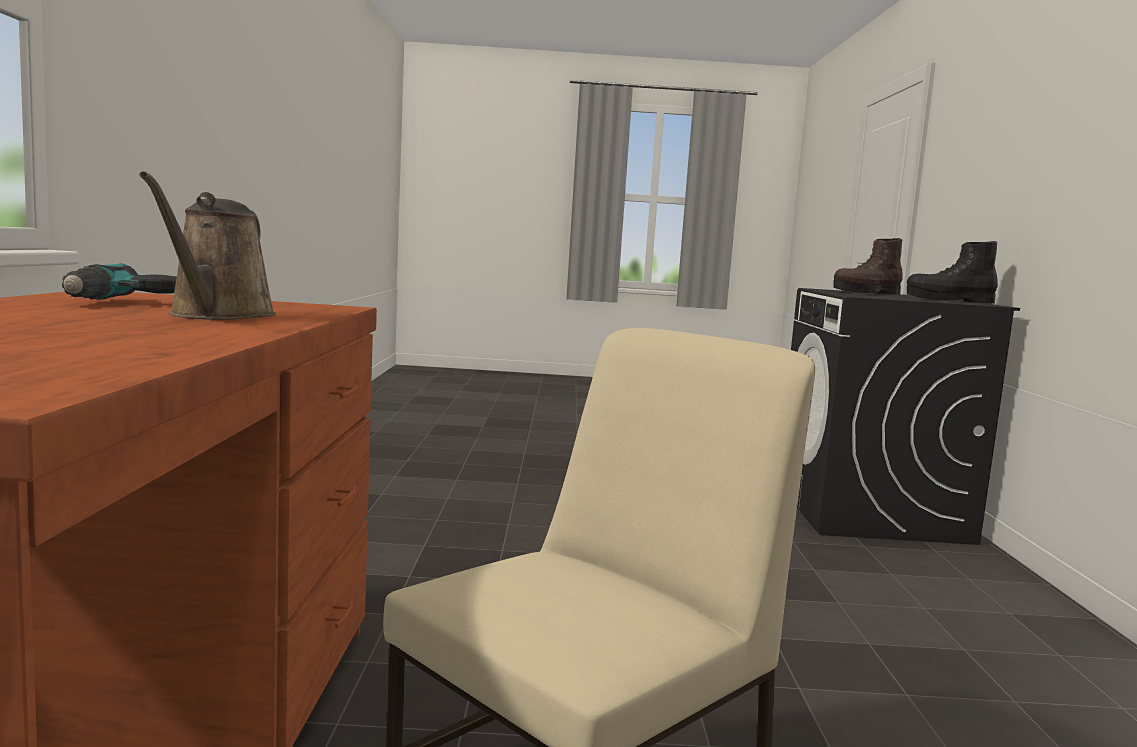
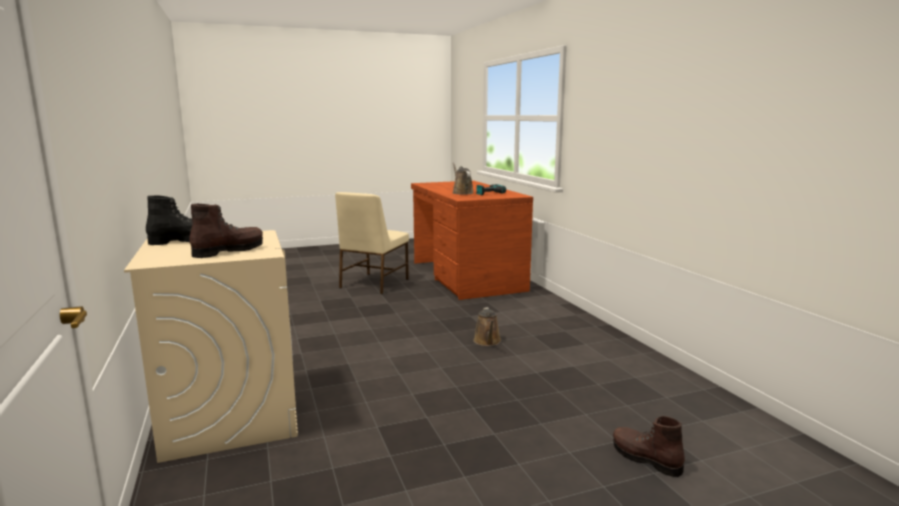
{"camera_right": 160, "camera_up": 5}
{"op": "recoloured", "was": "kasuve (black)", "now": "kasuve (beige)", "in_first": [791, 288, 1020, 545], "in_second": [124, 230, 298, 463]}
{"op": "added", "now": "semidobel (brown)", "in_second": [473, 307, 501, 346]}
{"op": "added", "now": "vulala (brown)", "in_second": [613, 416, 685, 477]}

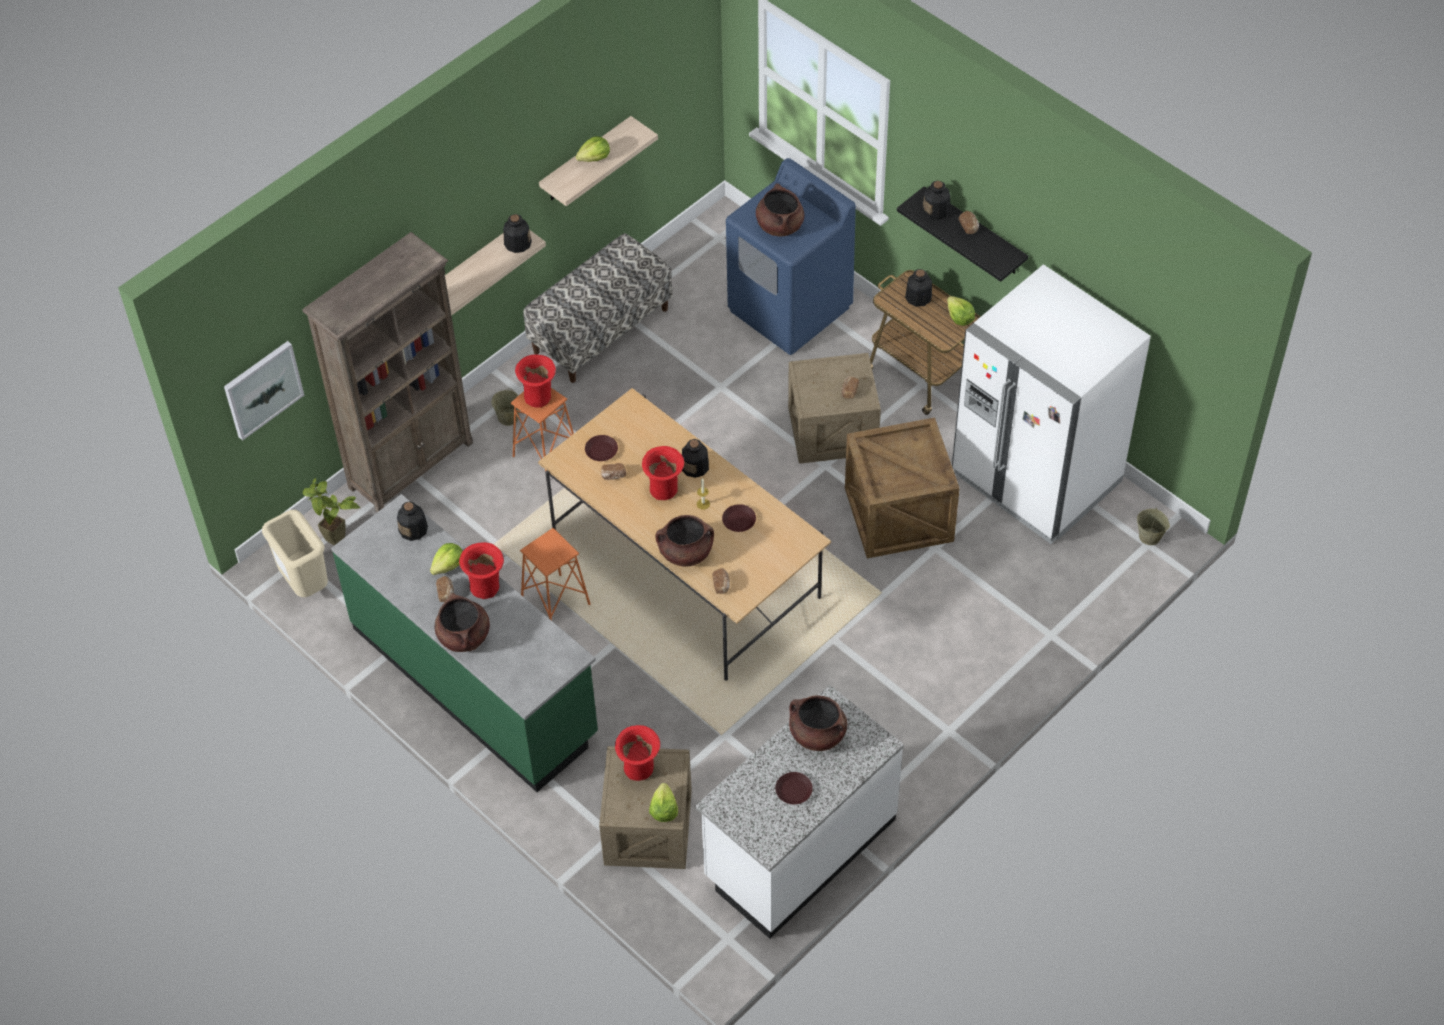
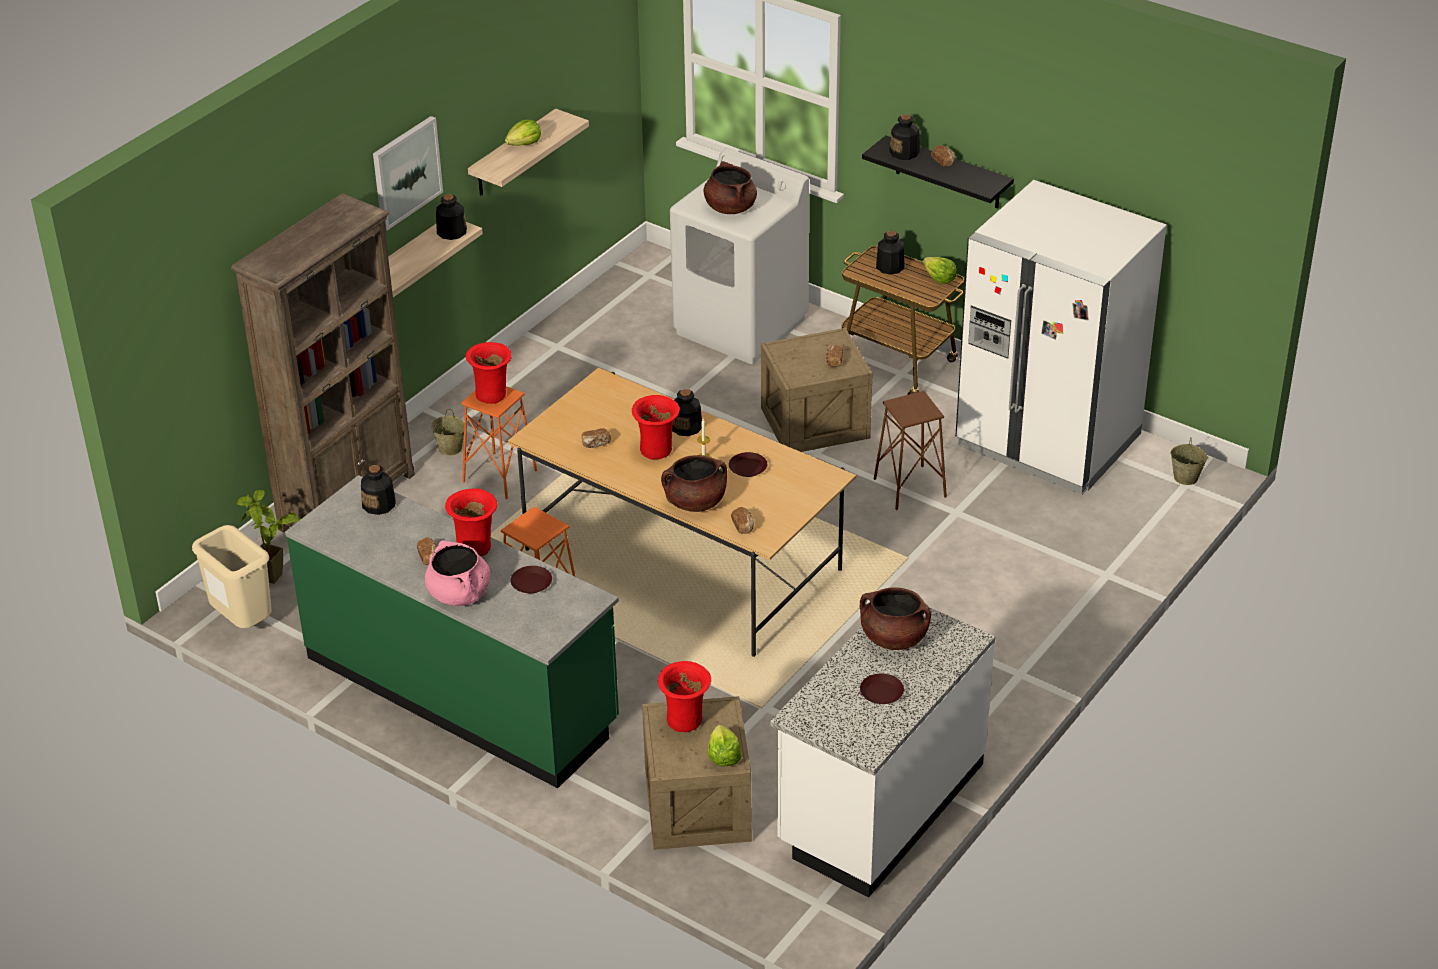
{"camera_right": -10, "camera_up": -15}
{"op": "moved", "was": "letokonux", "in_first": [224, 341, 304, 441], "in_second": [373, 116, 443, 231]}
{"op": "removed", "was": "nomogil", "in_first": [430, 543, 463, 575]}
{"op": "recoloured", "was": "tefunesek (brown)", "now": "tefunesek (pink)", "in_first": [435, 593, 490, 652], "in_second": [425, 541, 490, 606]}
{"op": "removed", "was": "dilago", "in_first": [523, 233, 673, 383]}
{"op": "moved", "was": "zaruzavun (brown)", "in_first": [585, 435, 618, 461], "in_second": [510, 566, 552, 593]}
{"op": "recoloured", "was": "kasuve (blue)", "now": "kasuve (white)", "in_first": [726, 158, 856, 355], "in_second": [670, 148, 809, 364]}
{"op": "replaced", "was": "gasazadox", "now": "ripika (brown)", "in_first": [845, 417, 960, 558], "in_second": [874, 391, 947, 510]}

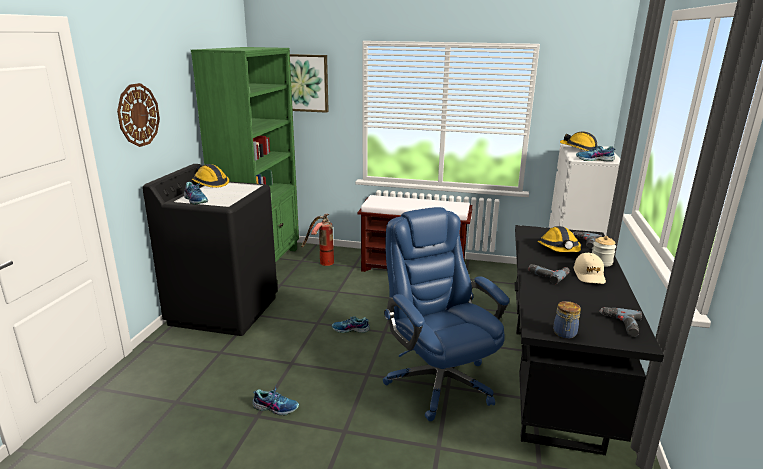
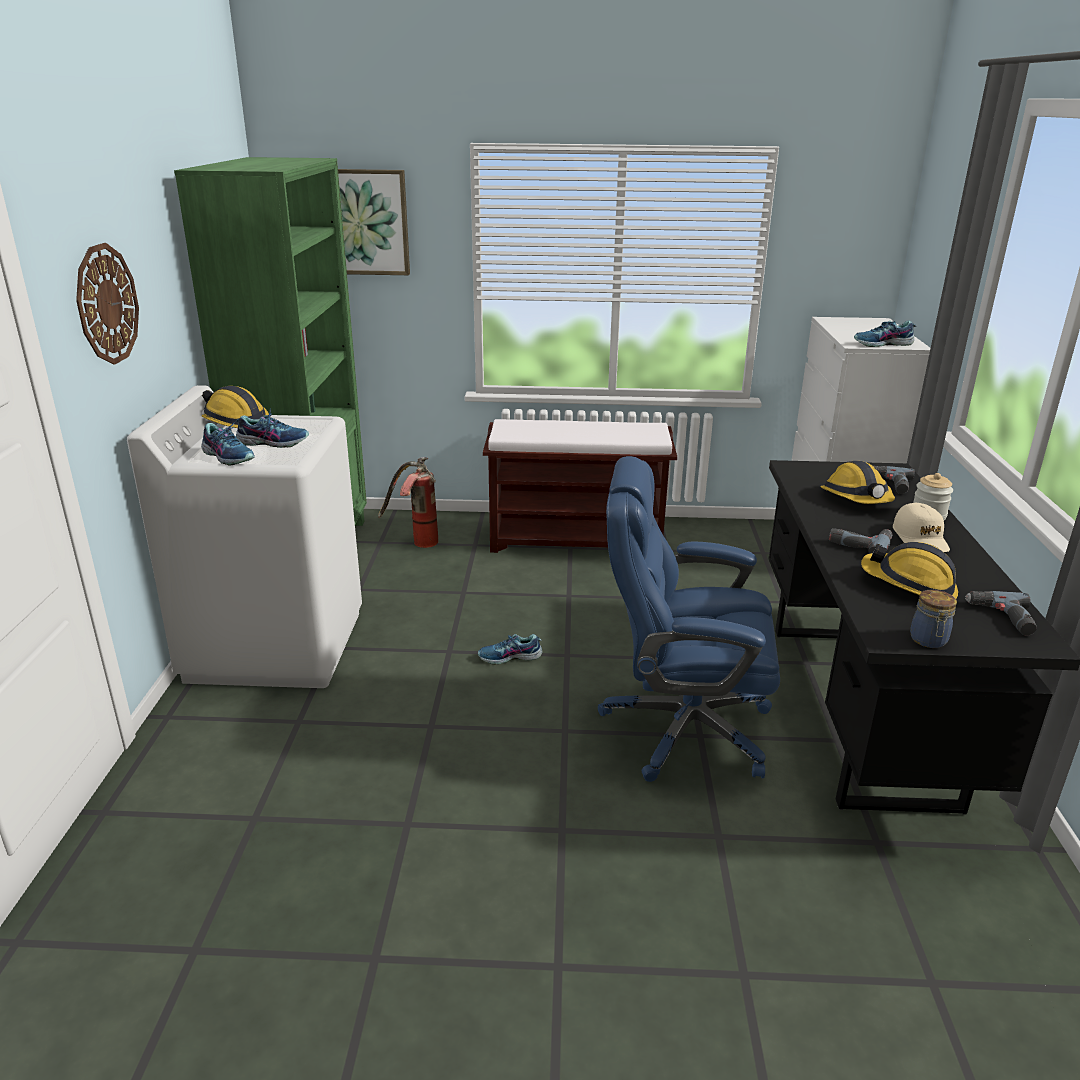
{"camera_right": -10, "camera_up": 5}
{"op": "recoloured", "was": "kasuve (black)", "now": "kasuve (white)", "in_first": [142, 164, 277, 336], "in_second": [127, 385, 362, 688]}
{"op": "moved", "was": "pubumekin", "in_first": [252, 386, 299, 415], "in_second": [236, 408, 309, 448]}
{"op": "turned", "was": "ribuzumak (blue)", "in_first": [383, 207, 510, 421], "in_second": [598, 456, 780, 782], "clockwise": -45}
{"op": "moved", "was": "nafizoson", "in_first": [560, 132, 598, 151], "in_second": [861, 542, 958, 598]}

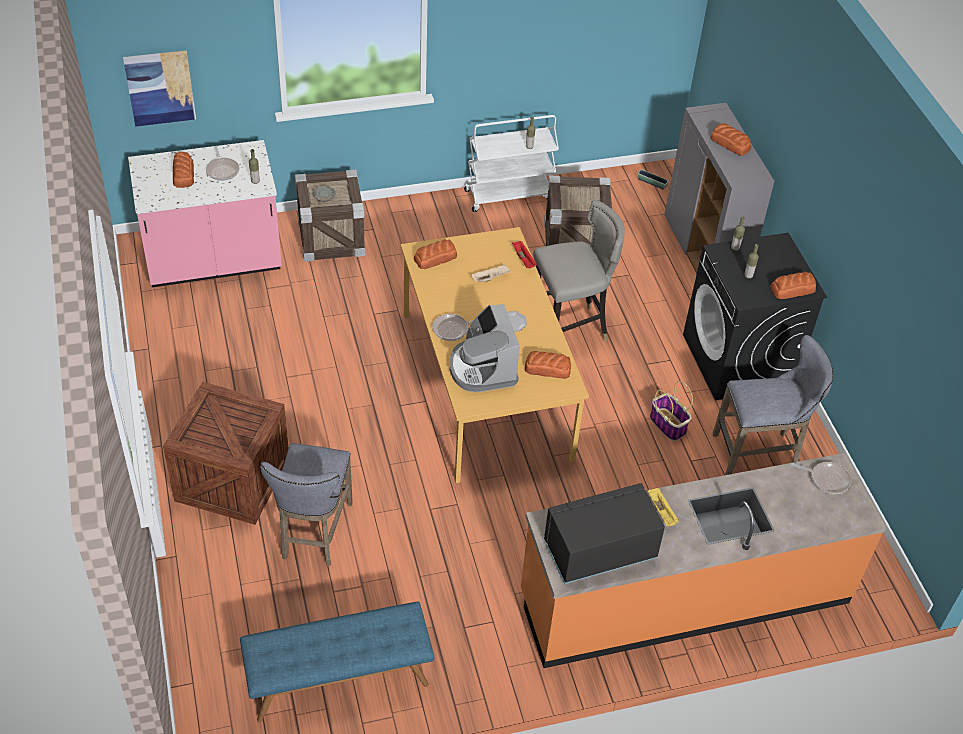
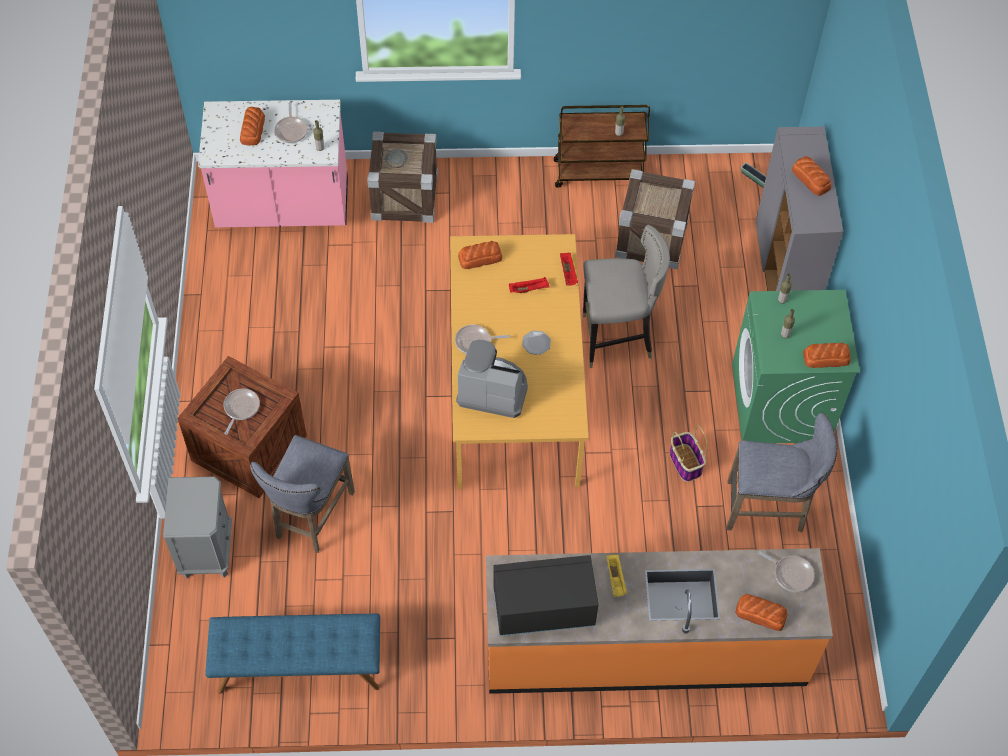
{"camera_right": 15, "camera_up": 10}
{"op": "removed", "was": "letokonux", "in_first": [123, 50, 196, 127]}
{"op": "turned", "was": "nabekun", "in_first": [450, 304, 520, 392], "in_second": [456, 339, 528, 418], "clockwise": 105}
{"op": "recoloured", "was": "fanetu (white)", "now": "fanetu (brown)", "in_first": [464, 115, 559, 212], "in_second": [554, 105, 650, 188]}
{"op": "recoloured", "was": "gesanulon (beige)", "now": "gesanulon (red)", "in_first": [472, 264, 511, 282], "in_second": [509, 277, 550, 293]}
{"op": "moved", "was": "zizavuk", "in_first": [525, 351, 571, 379], "in_second": [735, 594, 787, 631]}
{"op": "recoloured", "was": "kasuve (black)", "now": "kasuve (green)", "in_first": [683, 233, 827, 400], "in_second": [732, 290, 860, 443]}
{"op": "added", "now": "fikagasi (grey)", "in_second": [163, 476, 232, 578]}
{"op": "added", "now": "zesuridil", "in_second": [224, 388, 260, 435]}

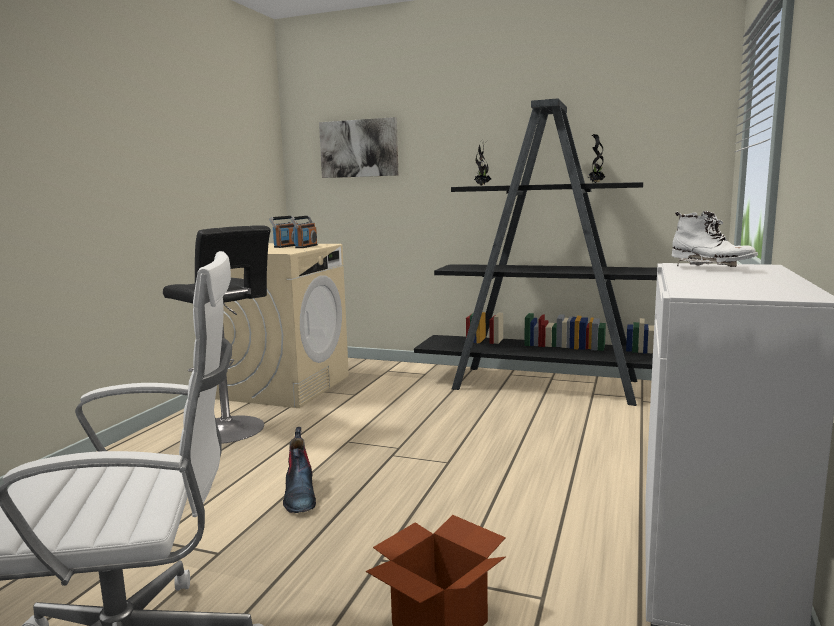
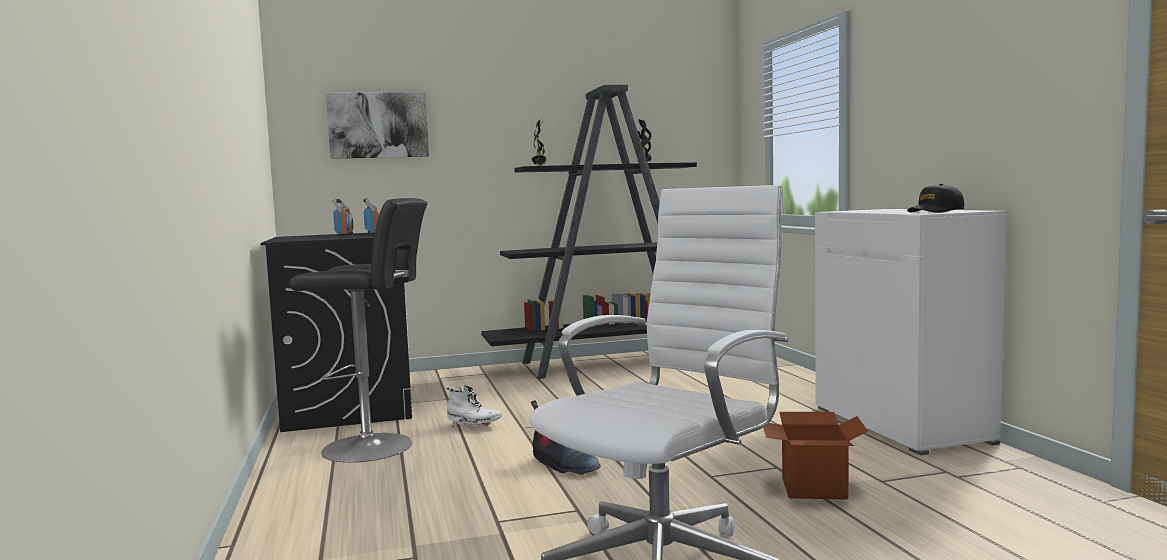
{"camera_right": -35, "camera_up": -5}
{"op": "recoloured", "was": "kasuve (beige)", "now": "kasuve (black)", "in_first": [215, 243, 349, 408], "in_second": [260, 233, 412, 432]}
{"op": "moved", "was": "vulala (white)", "in_first": [672, 211, 758, 267], "in_second": [446, 385, 503, 428]}
{"op": "added", "now": "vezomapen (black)", "in_second": [907, 184, 965, 213]}

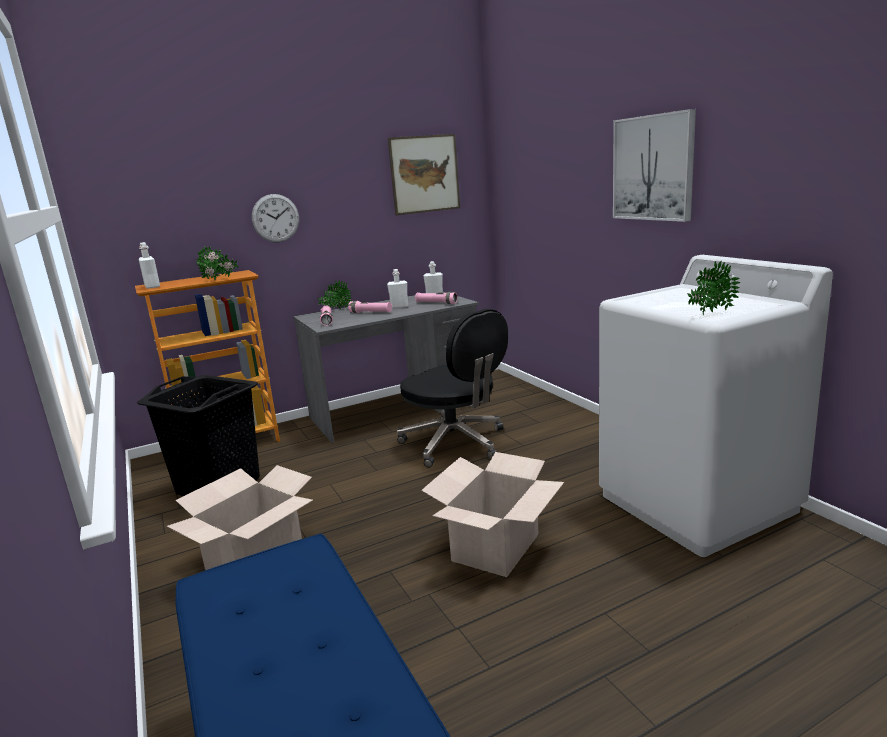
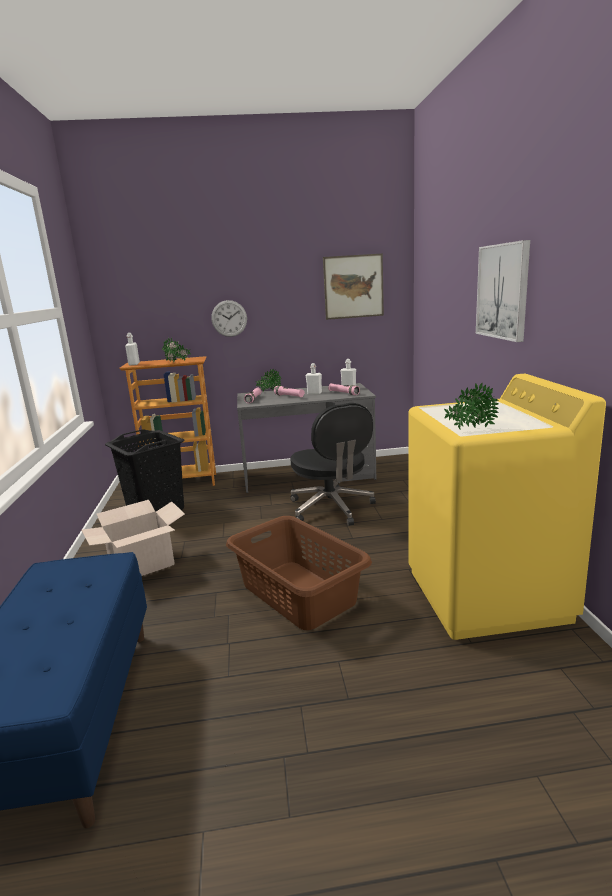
{"camera_right": 20, "camera_up": 0}
{"op": "replaced", "was": "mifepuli", "now": "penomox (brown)", "in_first": [421, 452, 564, 577], "in_second": [226, 516, 372, 630]}
{"op": "recoloured", "was": "kasuve (white)", "now": "kasuve (yellow)", "in_first": [599, 255, 833, 557], "in_second": [408, 374, 606, 640]}

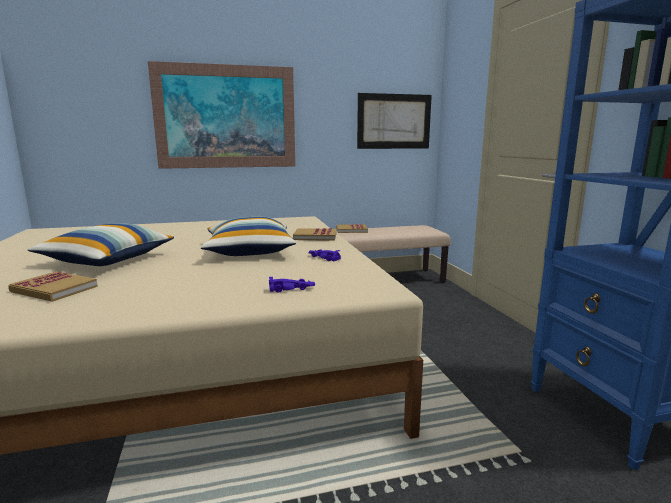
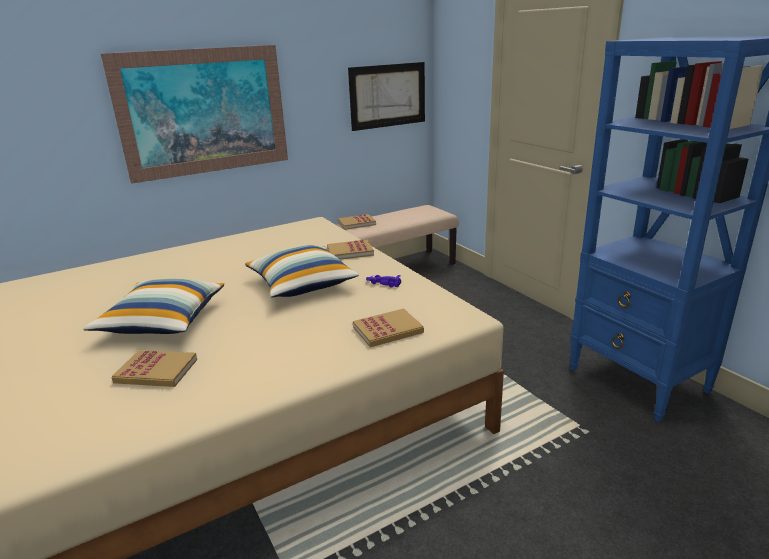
{"camera_right": -15, "camera_up": 10}
{"op": "replaced", "was": "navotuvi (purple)", "now": "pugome", "in_first": [269, 277, 315, 293], "in_second": [353, 308, 424, 347]}

